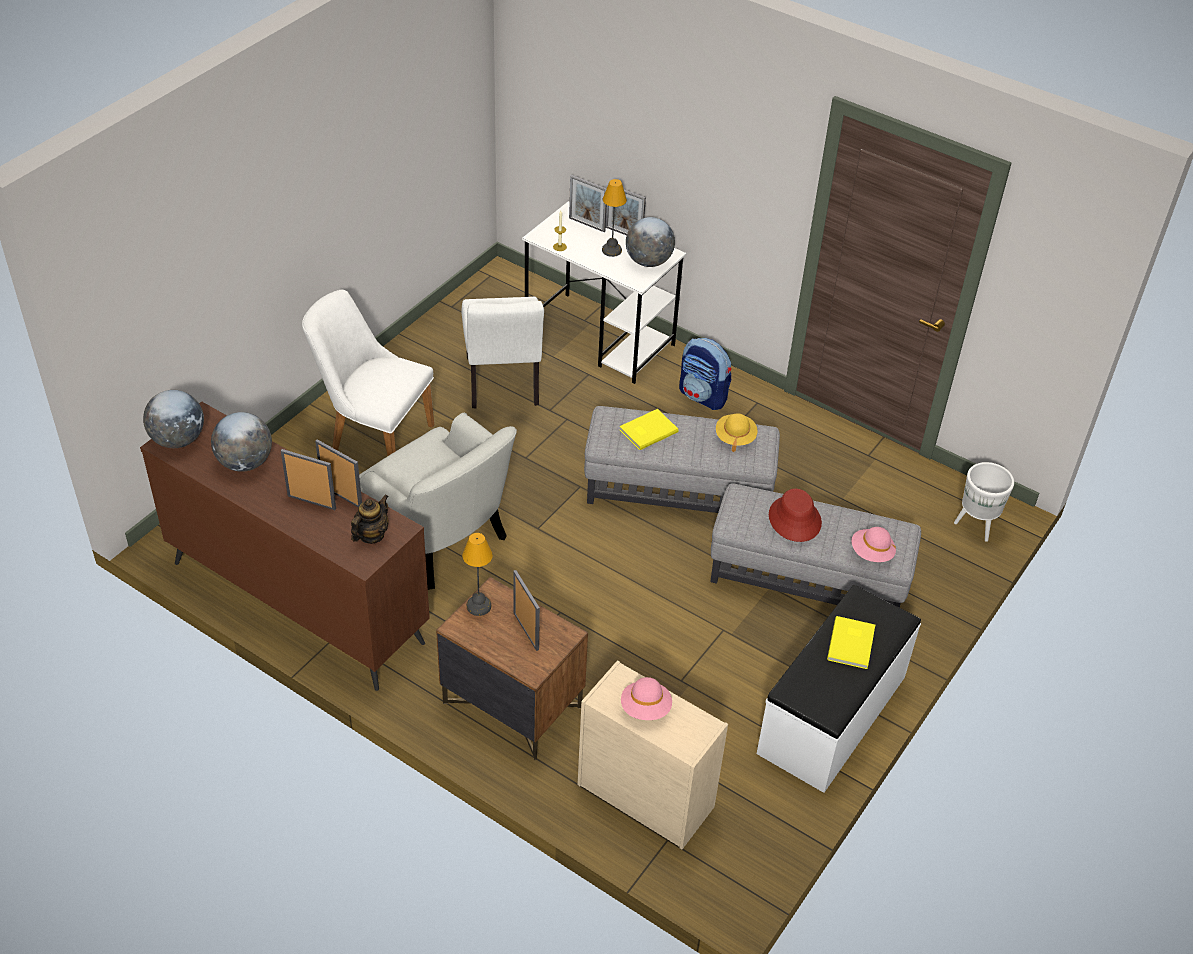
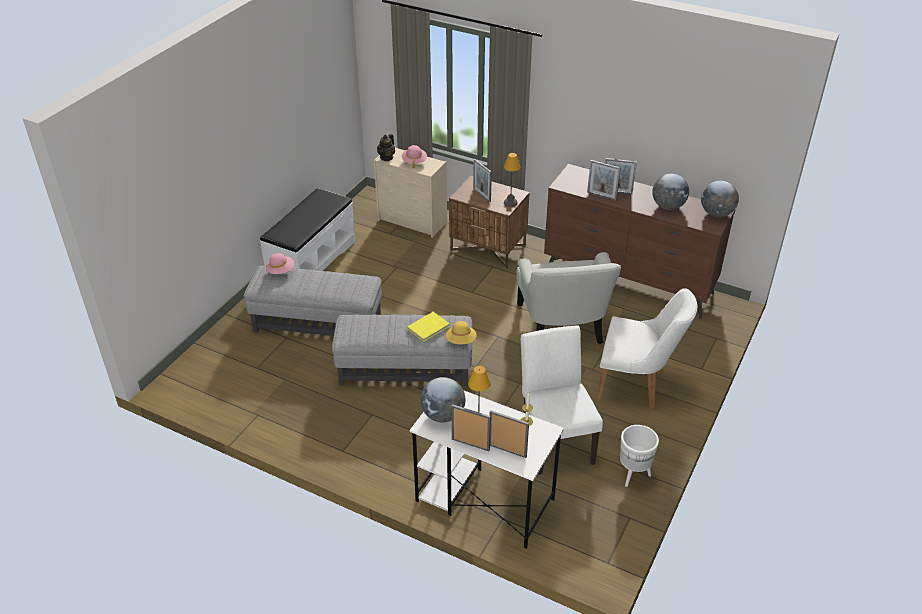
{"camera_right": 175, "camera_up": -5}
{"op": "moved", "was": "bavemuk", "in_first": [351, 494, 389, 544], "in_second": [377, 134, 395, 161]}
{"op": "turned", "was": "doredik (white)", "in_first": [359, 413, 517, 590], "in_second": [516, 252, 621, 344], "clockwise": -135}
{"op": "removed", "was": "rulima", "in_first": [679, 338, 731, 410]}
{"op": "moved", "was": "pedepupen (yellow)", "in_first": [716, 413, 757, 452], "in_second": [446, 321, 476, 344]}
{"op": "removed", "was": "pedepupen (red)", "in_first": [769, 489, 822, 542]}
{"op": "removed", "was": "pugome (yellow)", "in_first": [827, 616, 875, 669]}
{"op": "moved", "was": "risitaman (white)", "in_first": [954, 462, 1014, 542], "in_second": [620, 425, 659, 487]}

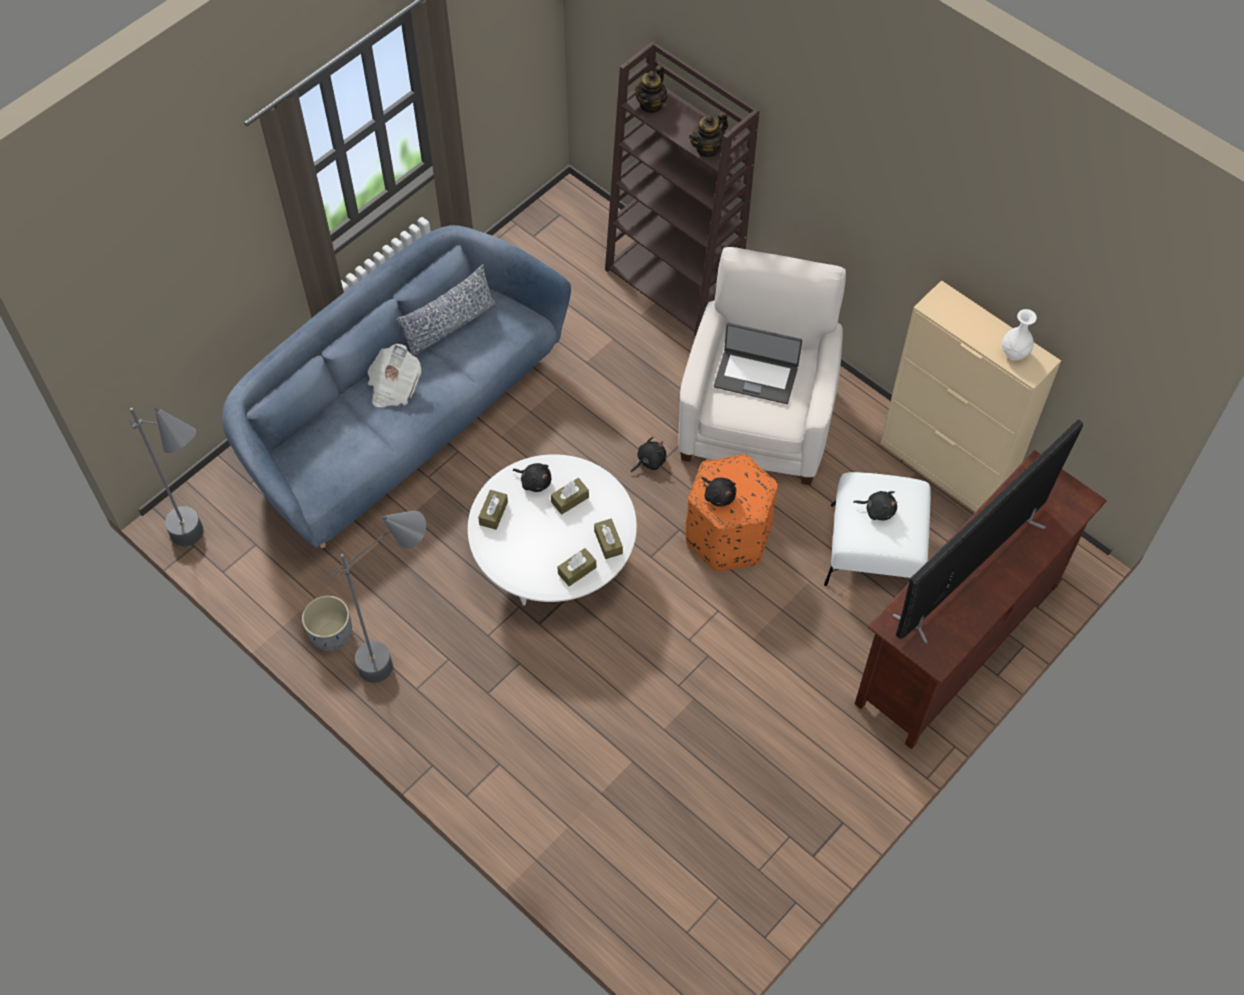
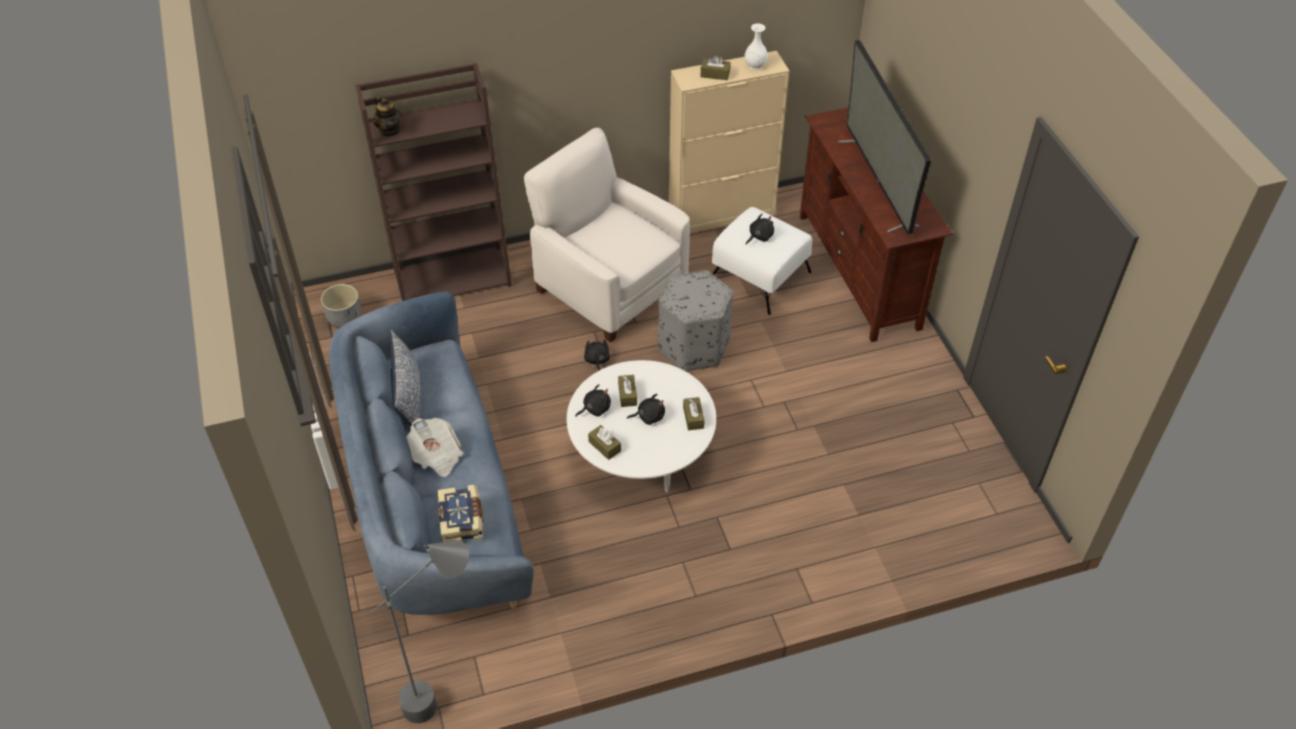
{"camera_right": -60, "camera_up": -10}
{"op": "moved", "was": "risitaman (grey)", "in_first": [302, 595, 352, 651], "in_second": [321, 284, 361, 329]}
{"op": "removed", "was": "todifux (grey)", "in_first": [329, 511, 426, 683]}
{"op": "moved", "was": "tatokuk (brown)", "in_first": [594, 519, 623, 559], "in_second": [700, 55, 731, 80]}
{"op": "recoloured", "was": "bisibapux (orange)", "now": "bisibapux (grey)", "in_first": [686, 454, 778, 572], "in_second": [658, 270, 733, 371]}
{"op": "removed", "was": "bavemuk", "in_first": [689, 112, 728, 158]}
{"op": "moved", "was": "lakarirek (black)", "in_first": [701, 477, 736, 507], "in_second": [627, 394, 665, 425]}
{"op": "removed", "was": "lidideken", "in_first": [714, 323, 802, 404]}
{"op": "added", "now": "pugome", "in_second": [437, 485, 483, 542]}

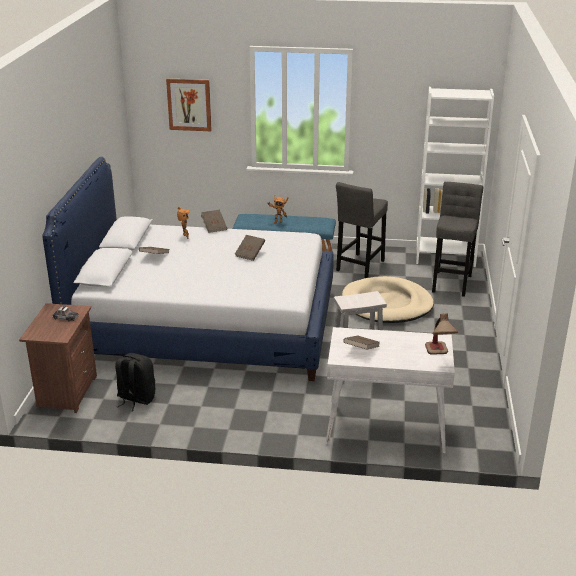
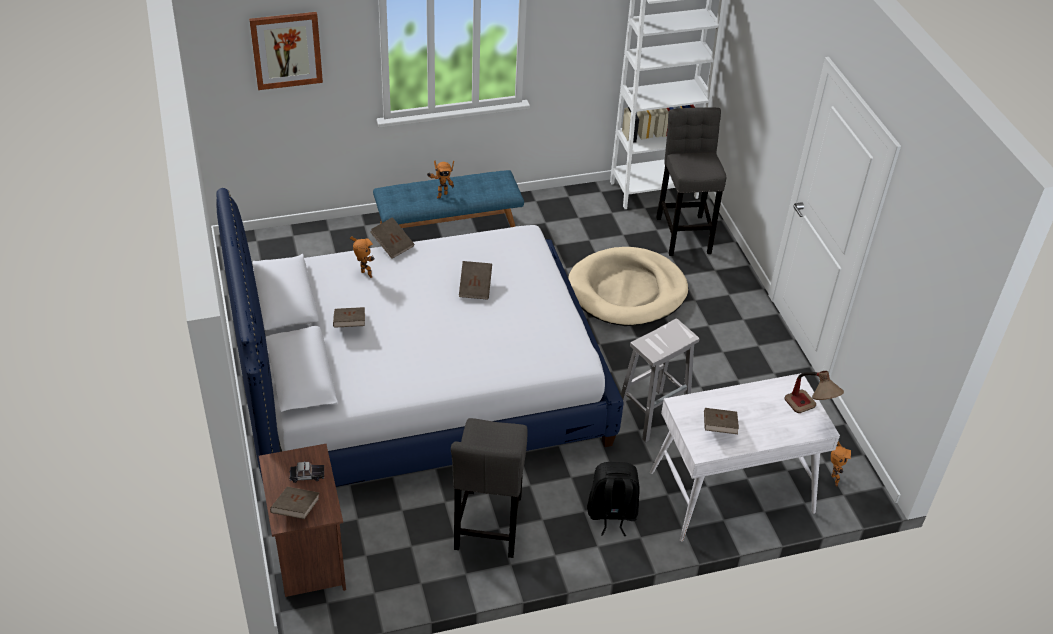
{"camera_right": -25, "camera_up": 15}
{"op": "moved", "was": "rulima (black)", "in_first": [115, 353, 155, 412], "in_second": [587, 462, 640, 536]}
{"op": "moved", "was": "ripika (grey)", "in_first": [336, 182, 388, 278], "in_second": [451, 418, 528, 558]}
{"op": "added", "now": "pugome (brown)", "in_second": [270, 487, 319, 519]}
{"op": "added", "now": "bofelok", "in_second": [831, 442, 851, 486]}

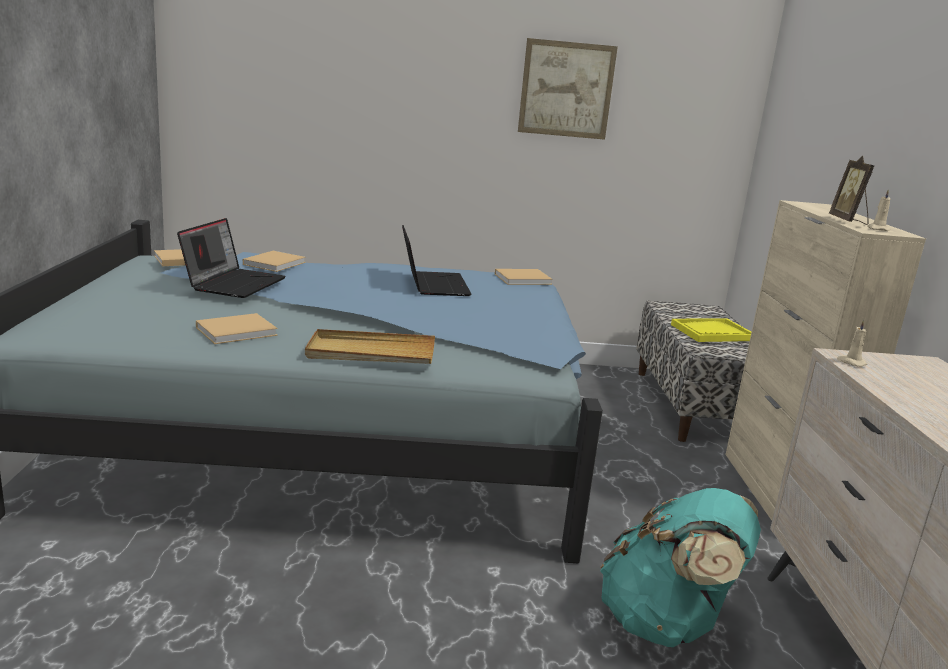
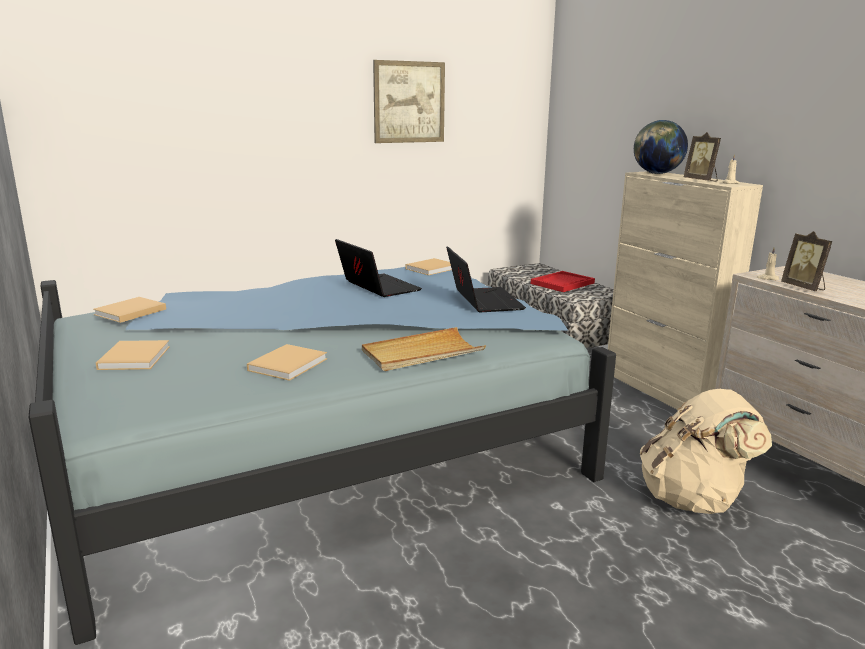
{"camera_right": -25, "camera_up": 0}
{"op": "moved", "was": "lidideken", "in_first": [177, 218, 286, 298], "in_second": [446, 246, 526, 313]}
{"op": "moved", "was": "pugome (beige)", "in_first": [243, 251, 306, 272], "in_second": [96, 340, 170, 370]}
{"op": "recoloured", "was": "rulima (turquoise)", "now": "rulima (beige)", "in_first": [600, 488, 761, 647], "in_second": [640, 389, 772, 514]}
{"op": "recoloured", "was": "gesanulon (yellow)", "now": "gesanulon (red)", "in_first": [671, 318, 751, 342], "in_second": [531, 271, 595, 292]}
{"op": "added", "now": "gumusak", "in_second": [634, 120, 688, 174]}
{"op": "added", "now": "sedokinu", "in_second": [781, 231, 832, 291]}

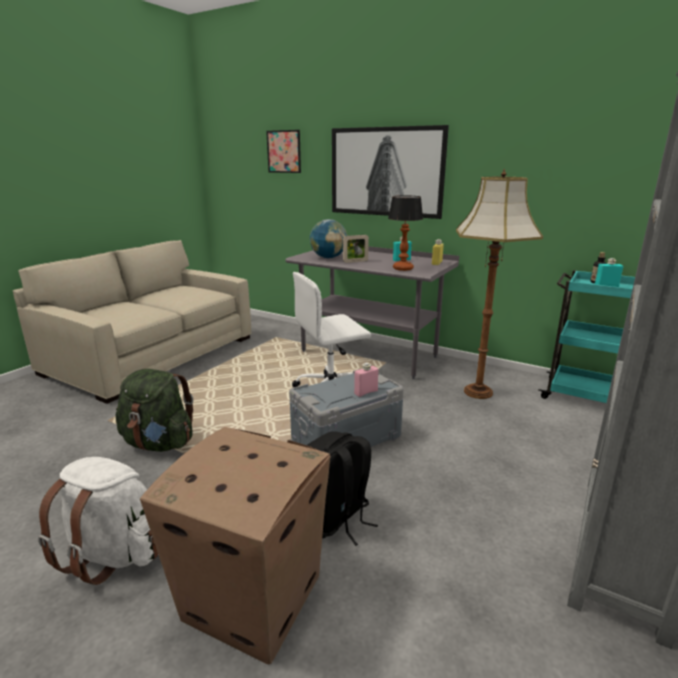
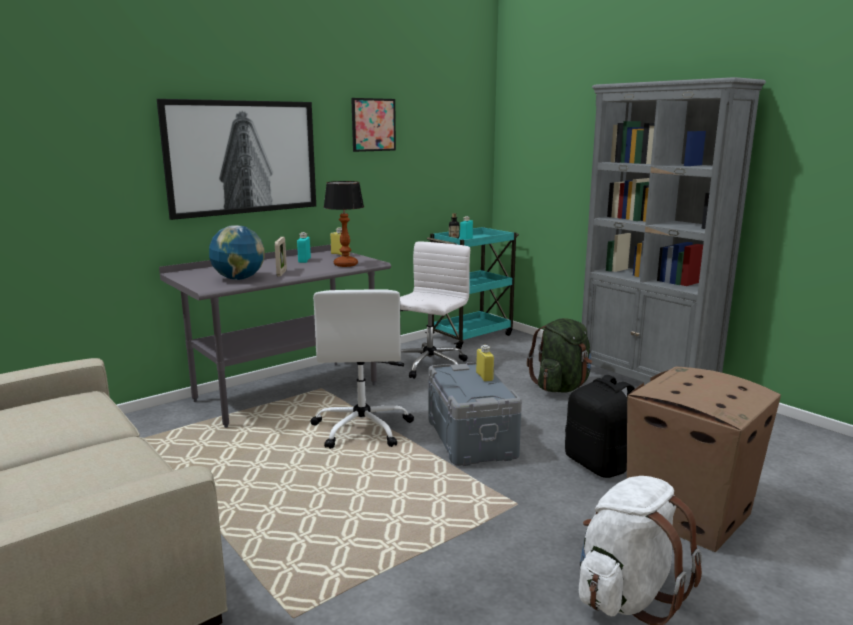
{"camera_right": -70, "camera_up": -5}
{"op": "moved", "was": "rulima (green)", "in_first": [115, 369, 193, 452], "in_second": [527, 318, 592, 393]}
{"op": "moved", "was": "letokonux", "in_first": [266, 130, 301, 173], "in_second": [351, 98, 396, 152]}
{"op": "recoloured", "was": "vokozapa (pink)", "now": "vokozapa (yellow)", "in_first": [354, 362, 378, 397], "in_second": [476, 345, 494, 382]}
{"op": "replaced", "was": "todifux", "now": "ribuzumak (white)", "in_first": [456, 169, 543, 399], "in_second": [391, 242, 470, 379]}

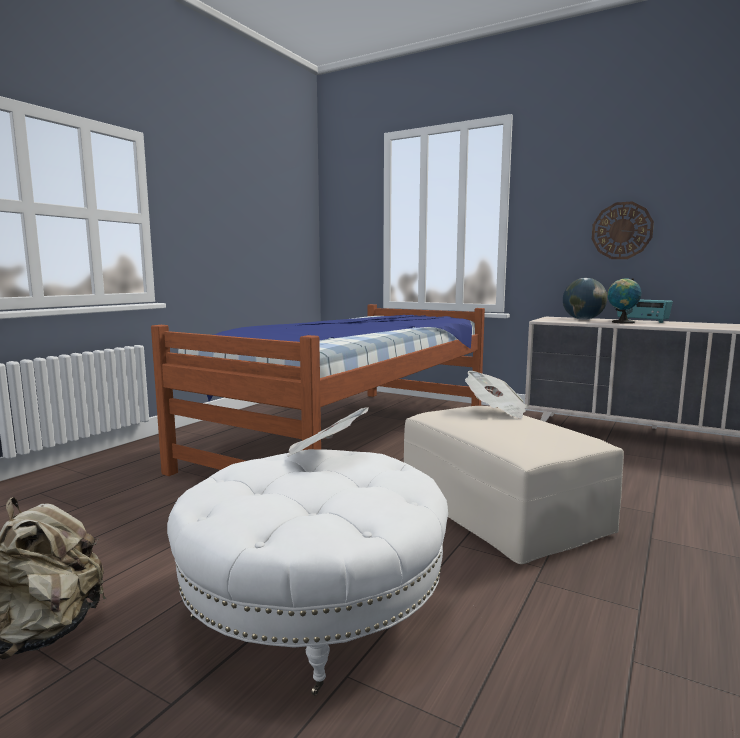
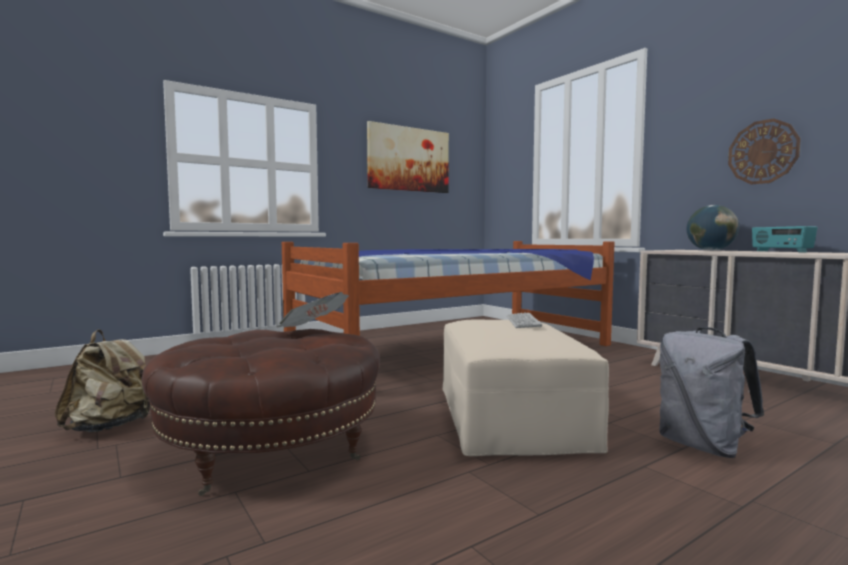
{"camera_right": 25, "camera_up": -5}
{"op": "recoloured", "was": "bisibapux (white)", "now": "bisibapux (brown)", "in_first": [167, 449, 448, 695], "in_second": [141, 329, 380, 496]}
{"op": "replaced", "was": "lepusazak", "now": "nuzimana", "in_first": [465, 371, 528, 419], "in_second": [506, 312, 542, 328]}
{"op": "removed", "was": "gumusak", "in_first": [607, 278, 642, 324]}
{"op": "added", "now": "letokonux", "in_second": [367, 121, 449, 193]}
{"op": "added", "now": "rulima (grey)", "in_second": [659, 327, 764, 458]}

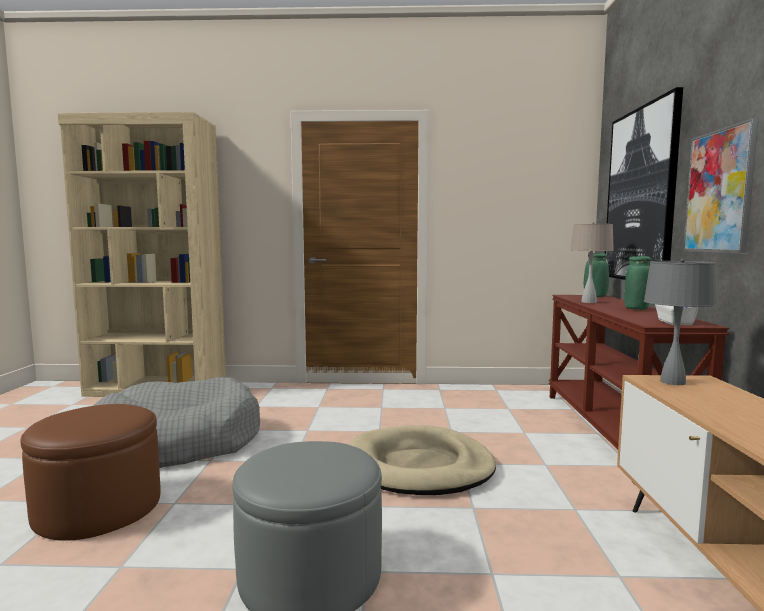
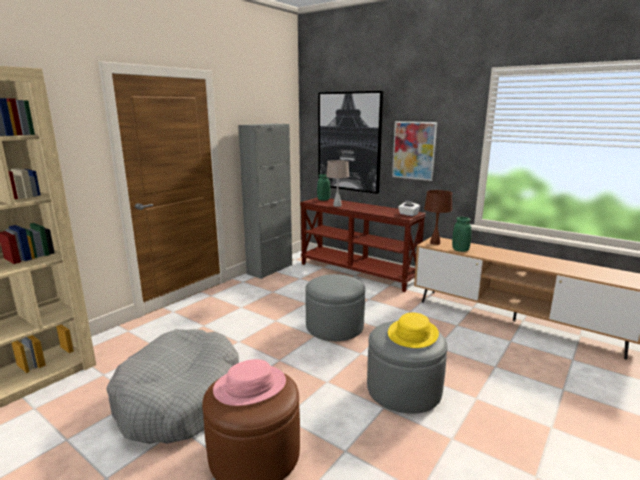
{"camera_right": -55, "camera_up": 10}
{"op": "replaced", "was": "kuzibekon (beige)", "now": "bisibapux (grey)", "in_first": [349, 425, 496, 495], "in_second": [305, 274, 365, 341]}
{"op": "moved", "was": "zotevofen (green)", "in_first": [624, 256, 651, 310], "in_second": [452, 217, 471, 252]}
{"op": "recoloured", "was": "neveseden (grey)", "now": "neveseden (brown)", "in_first": [644, 259, 717, 385], "in_second": [424, 190, 452, 245]}
{"op": "added", "now": "pedepupen (pink)", "in_second": [213, 359, 286, 406]}
{"op": "added", "now": "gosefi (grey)", "in_second": [238, 123, 292, 279]}
{"op": "added", "now": "pedepupen (yellow)", "in_second": [388, 313, 439, 348]}

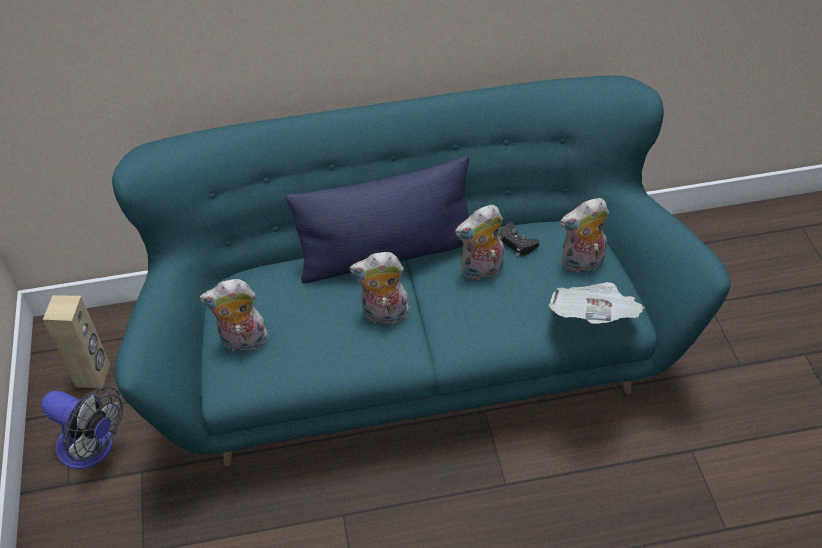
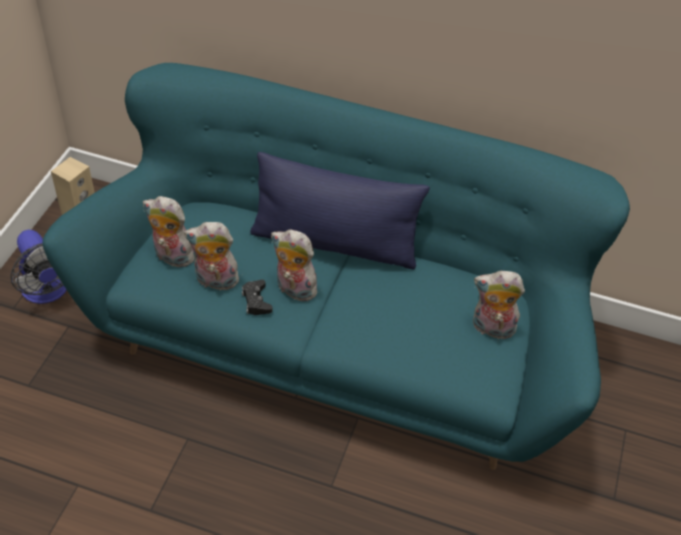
{"camera_right": 25, "camera_up": 0}
{"op": "moved", "was": "lakarirek", "in_first": [455, 205, 504, 281], "in_second": [184, 222, 241, 291]}
{"op": "moved", "was": "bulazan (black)", "in_first": [499, 222, 539, 257], "in_second": [242, 280, 273, 315]}
{"op": "removed", "was": "lepusazak", "in_first": [549, 282, 645, 324]}

